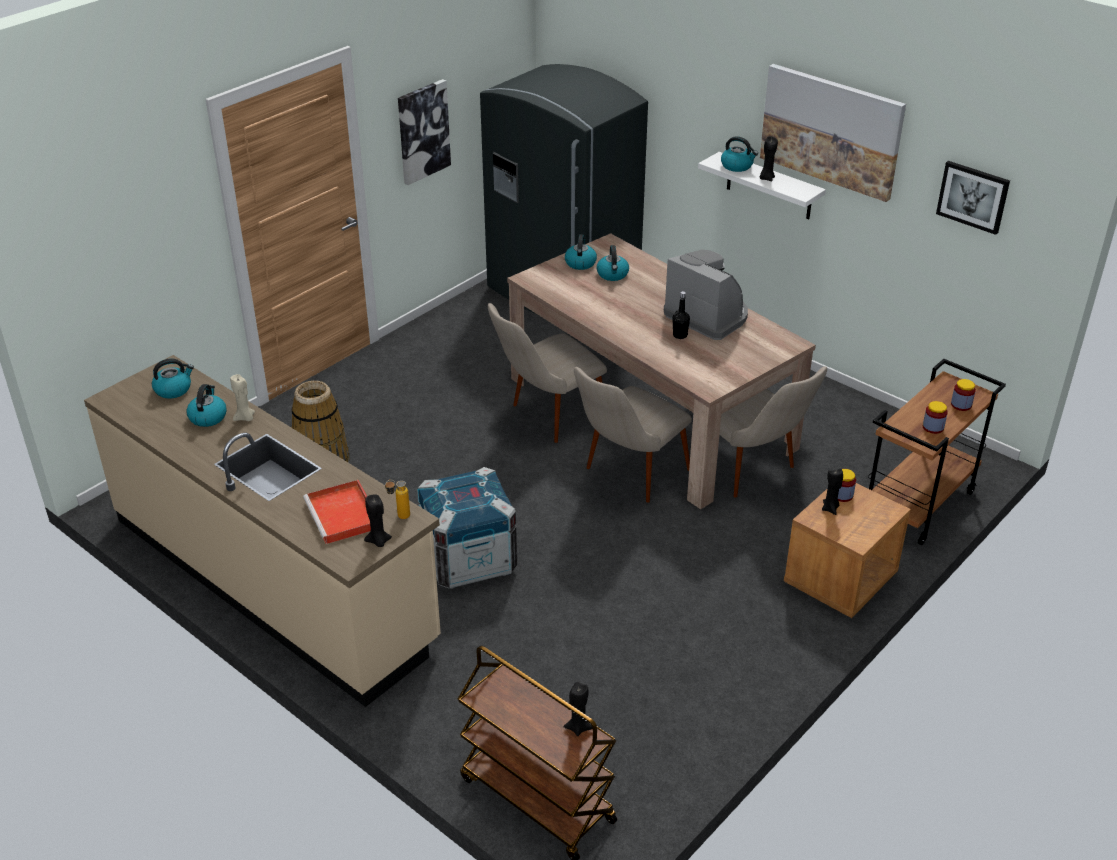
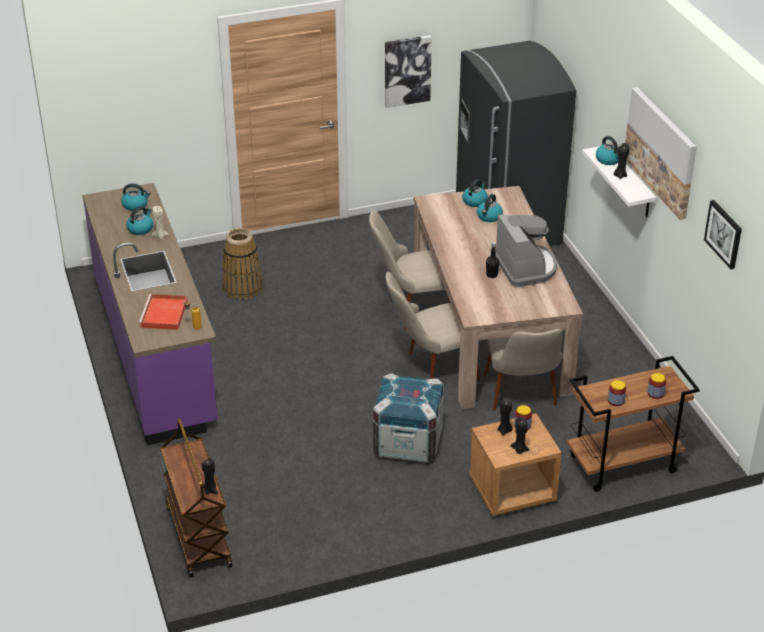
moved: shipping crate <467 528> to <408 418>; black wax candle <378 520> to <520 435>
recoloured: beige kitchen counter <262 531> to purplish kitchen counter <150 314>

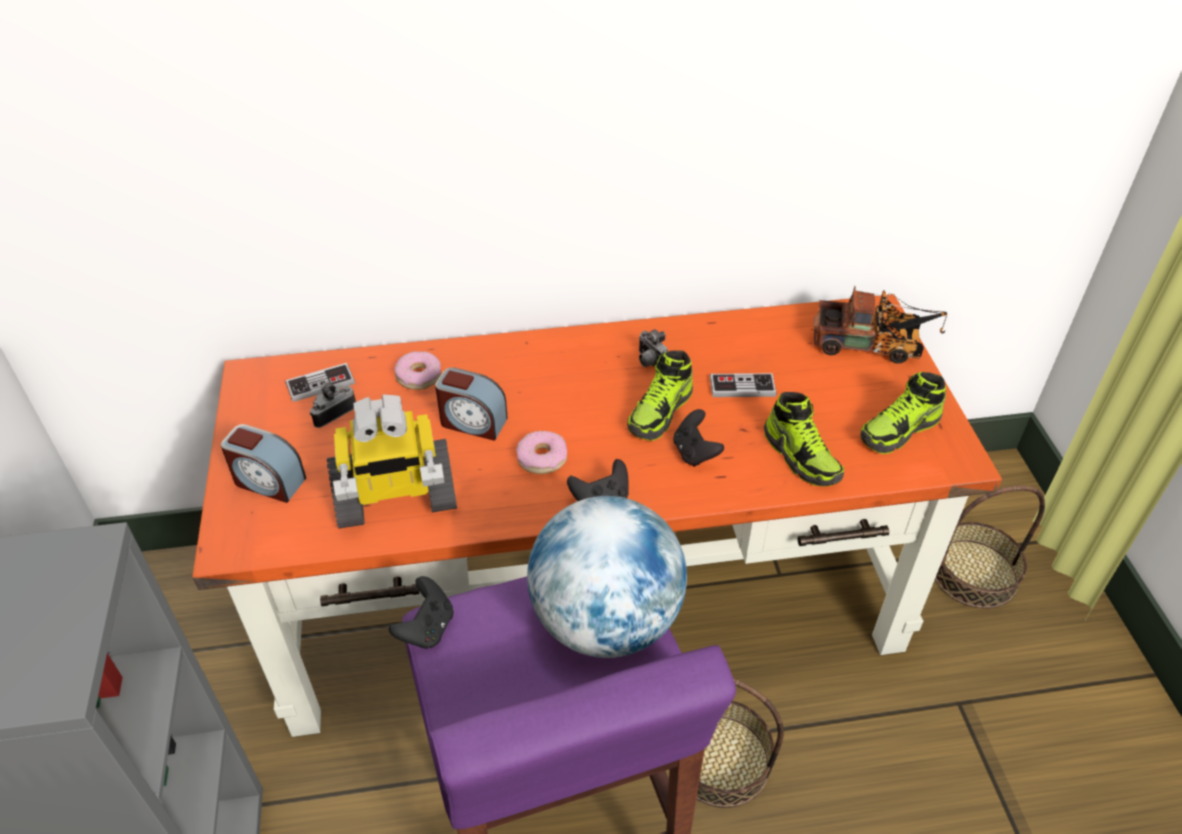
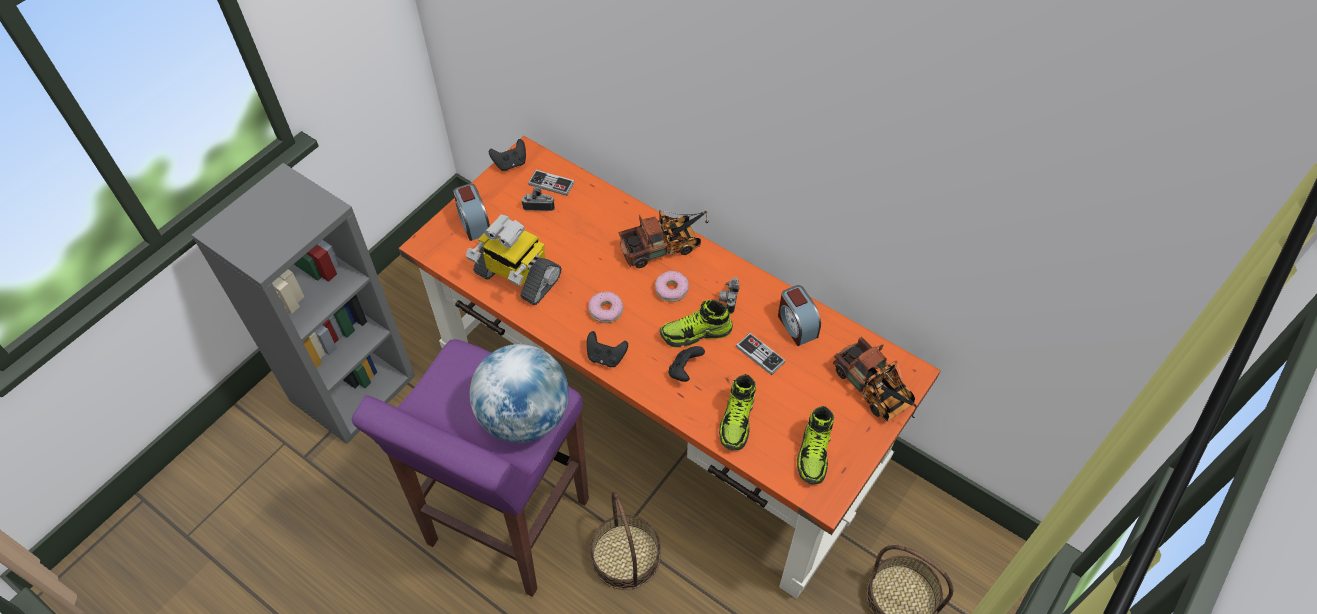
added: toy truck <664 239>
moved: black game controller <421 612> to <507 155>; doughnut <417 370> to <672 286>; table clock <471 404> to <799 315>
turned: item of footwear <903 413> = <815 445> 90 degrees counterclockwise

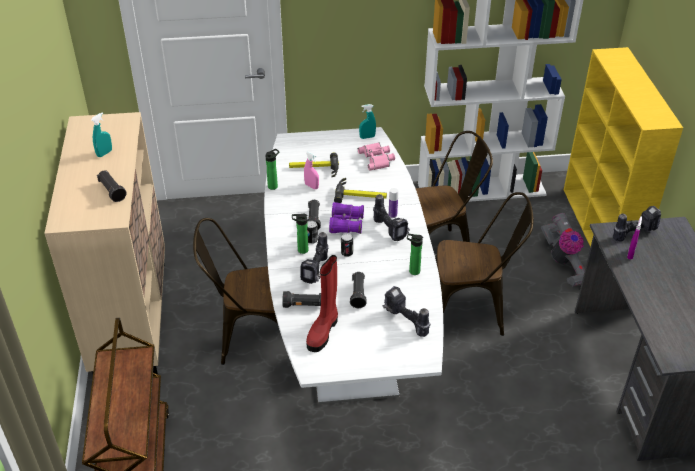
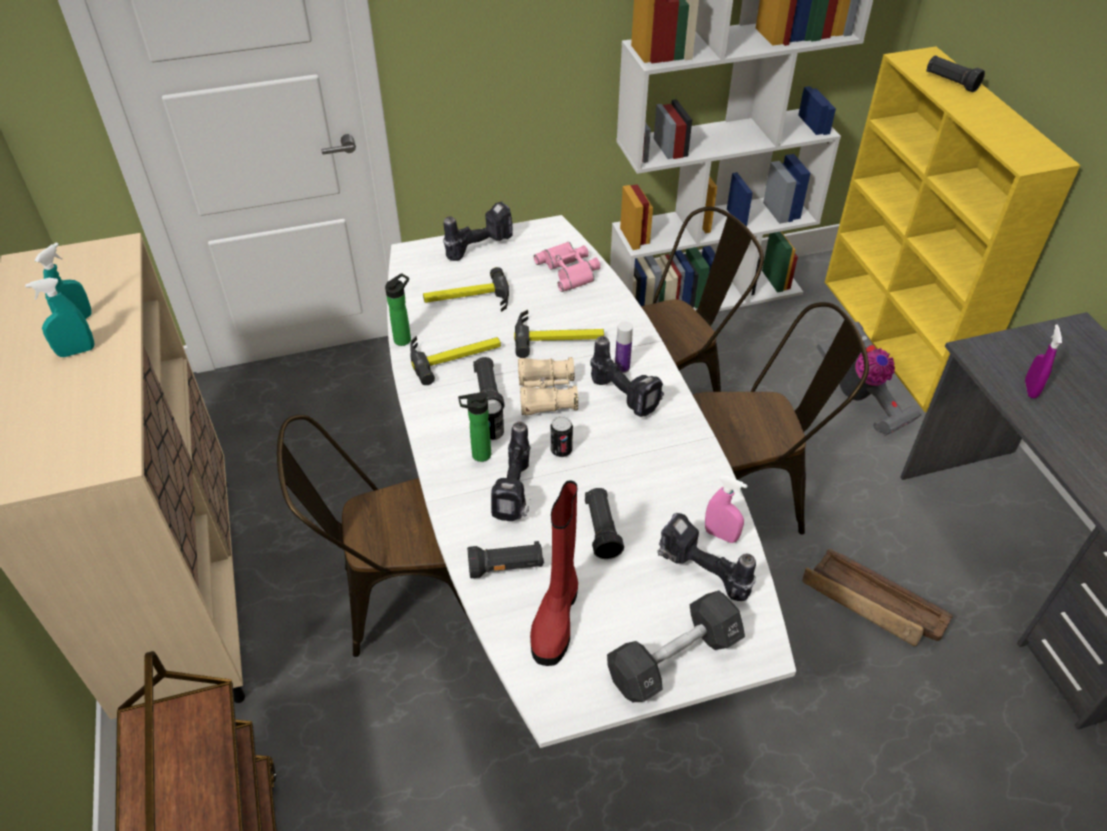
removed: beverage bottle <415 254>
added: hand hammer <455 360>; black free weight <676 646>; shipping crate <877 597>
moved: turquoise spray bottle <367 121> to <59 317>; drill <637 223> to <478 231>; pink-coloured spray bottle <311 170> to <726 509>; black torch <112 186> to <955 73>
recoloured: purplish field glasses <346 218> to beige field glasses <548 386>

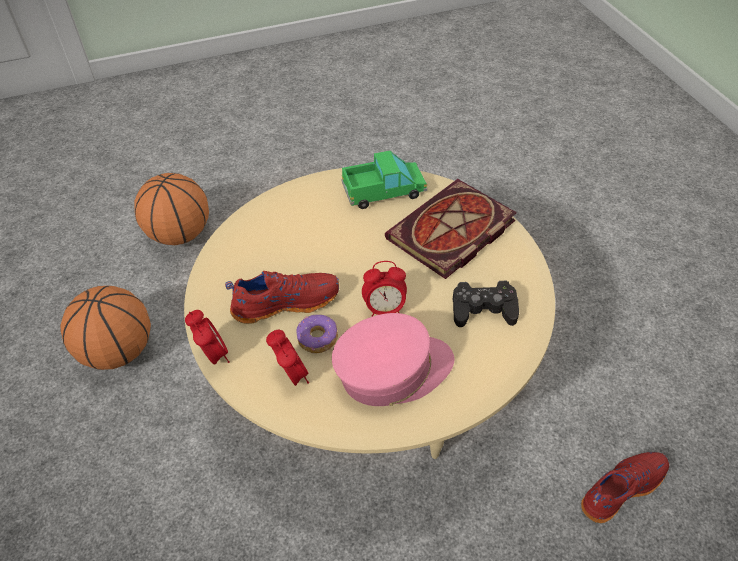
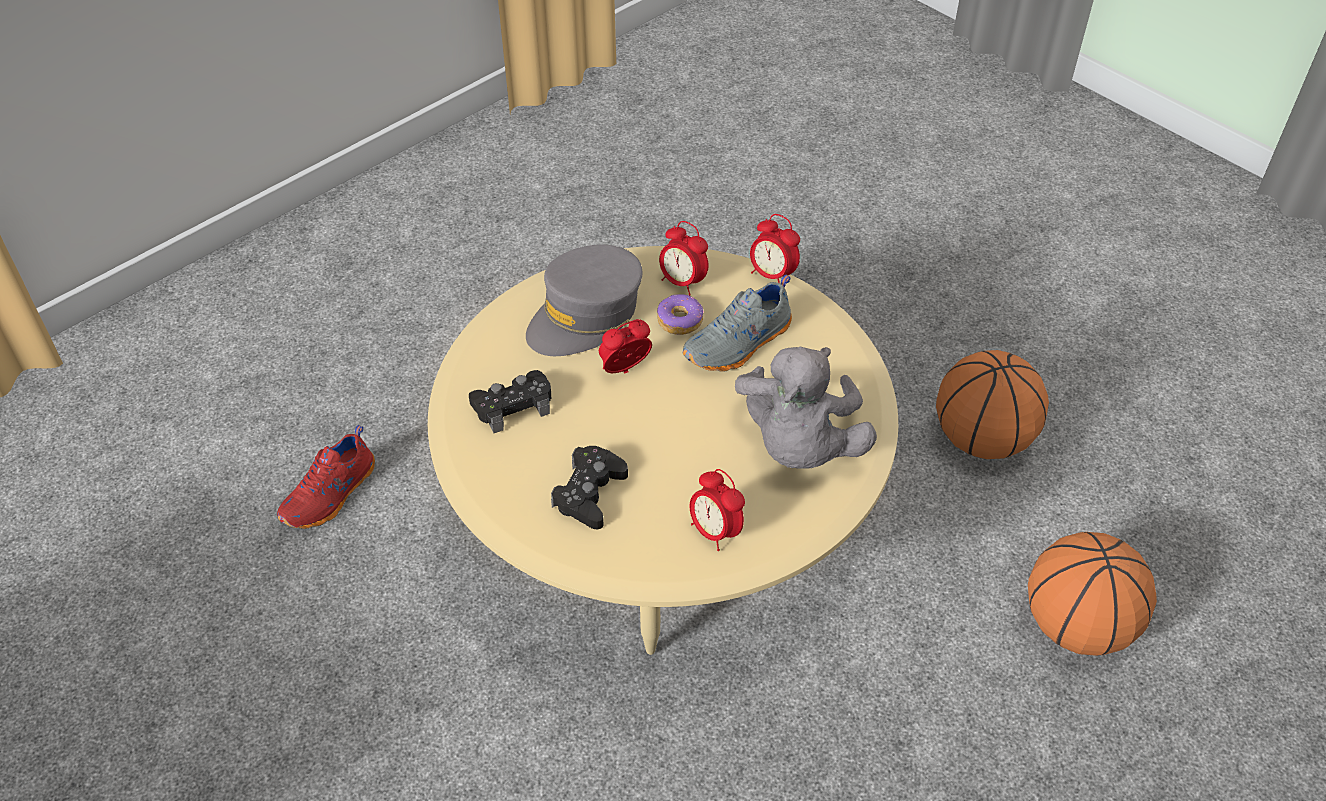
added: gray soft toy <806 408>
replaced: bound book <451 229> to black game controller <589 487>; toy truck <384 179> to table clock <717 510>
recoloured: pink-coloured cap <393 359> to gray cap <584 300>; reddish item of footwear <282 297> to gray item of footwear <737 323>

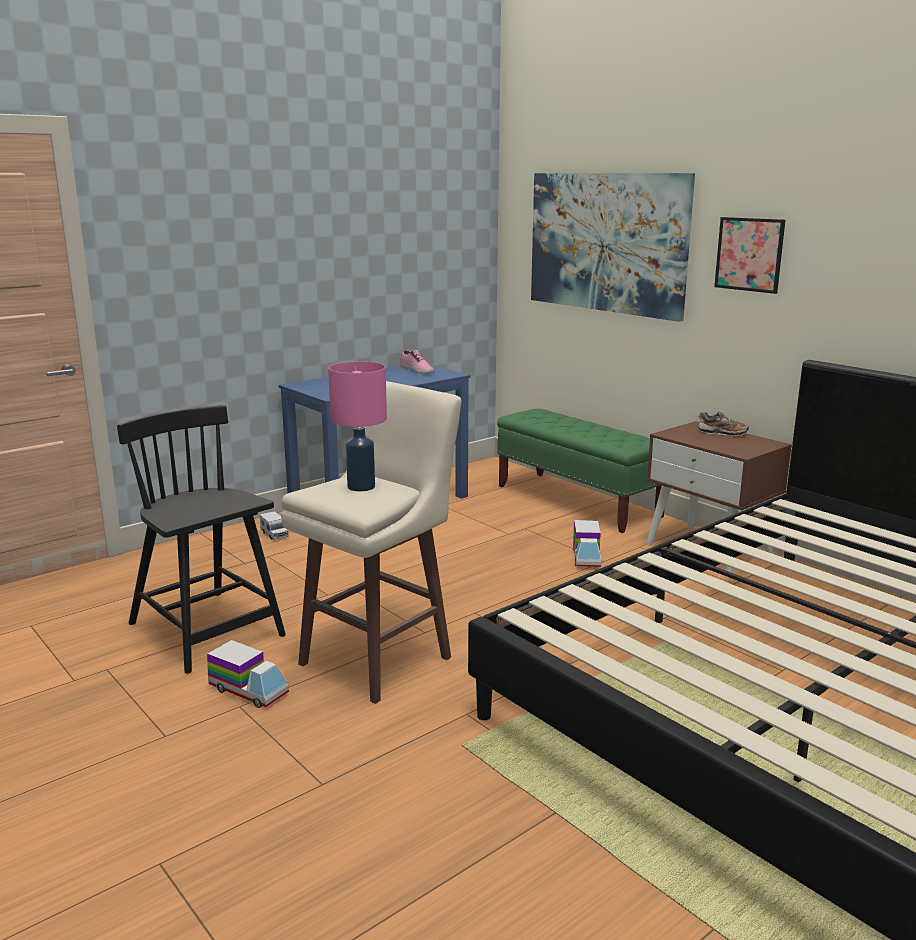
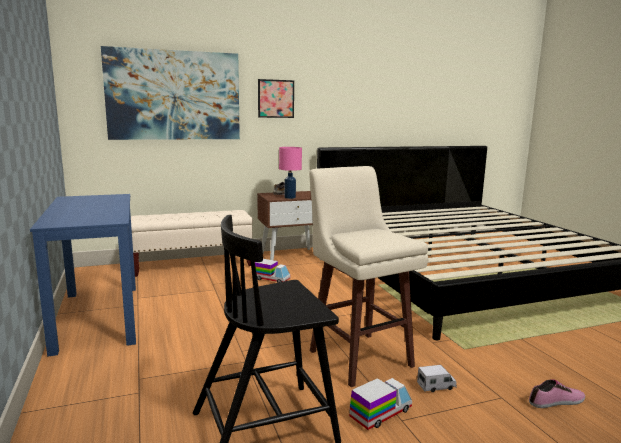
moved: pink-coloured lamp for a table <357 426> to <290 173>; toy truck <274 525> to <437 378>; item of footwear <417 362> to <557 393>
recoloured: green long seat <580 471> to beige long seat <192 243>

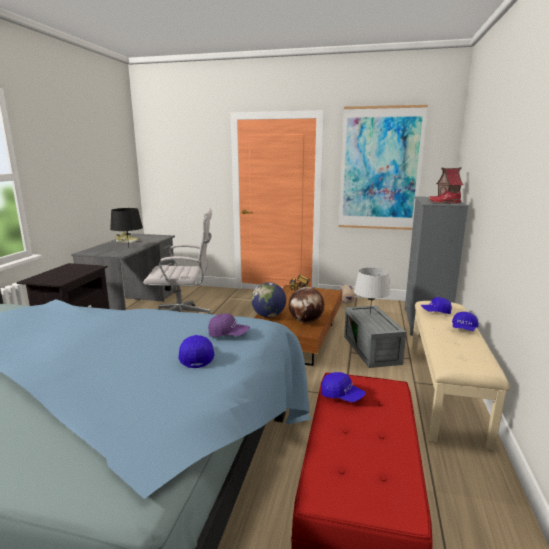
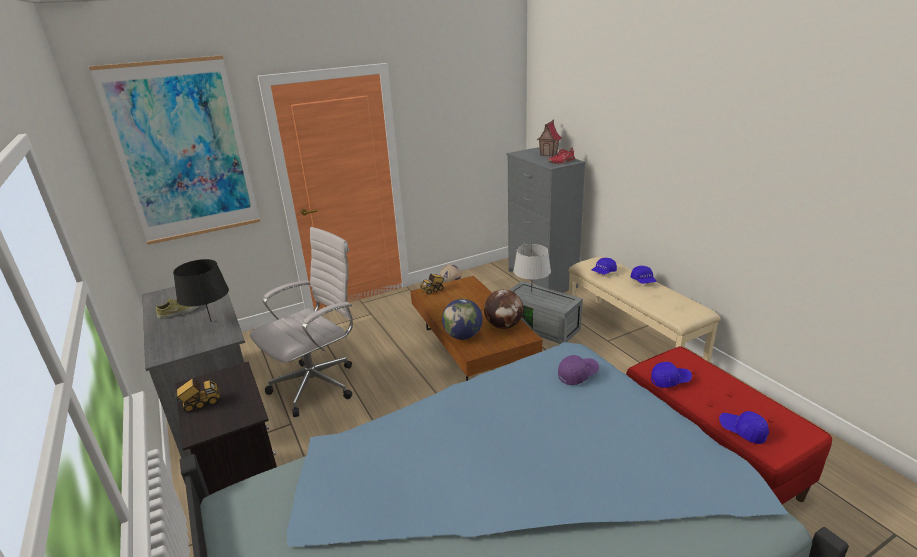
added: toy truck <198 395>
moved: wall art <383 167> to <174 150>; blue-coloured cap <196 351> to <744 427>

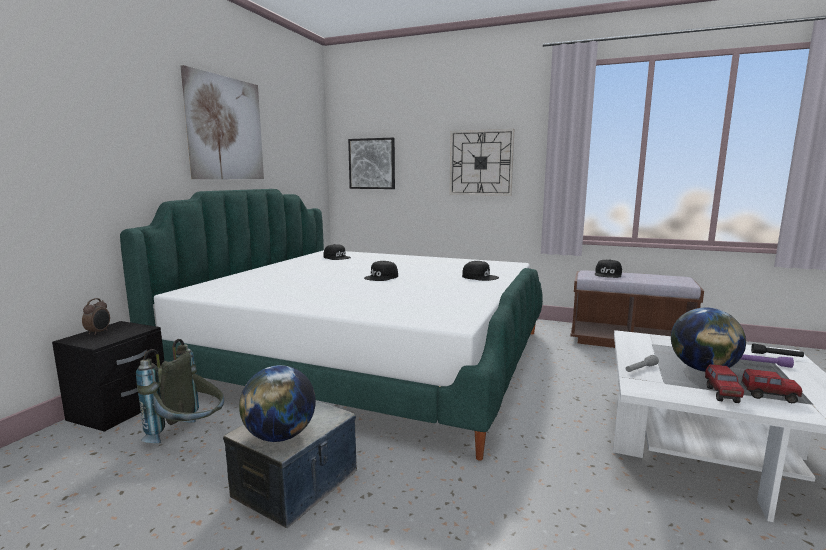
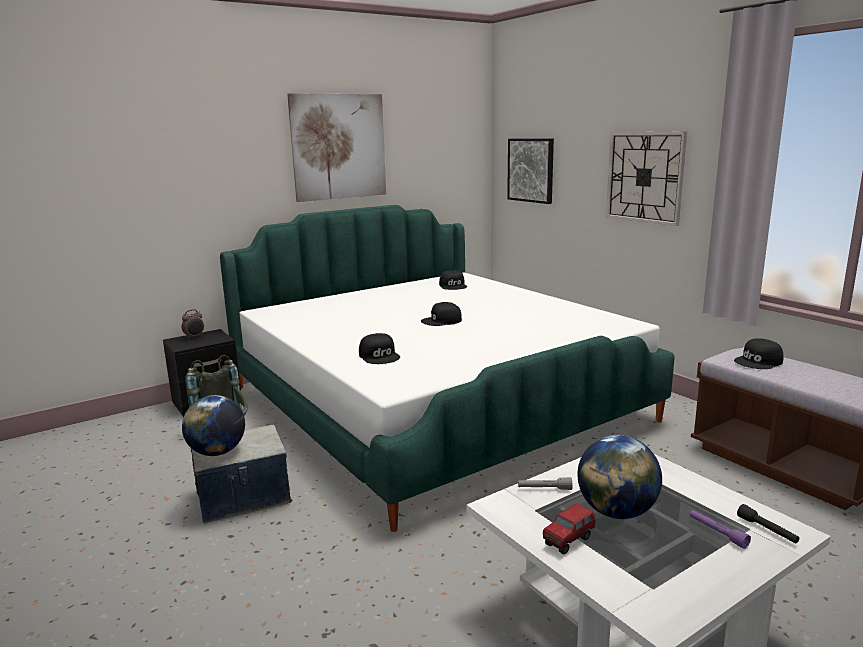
removed: toy truck <771 386>
moved: black cap <480 271> to <379 348>

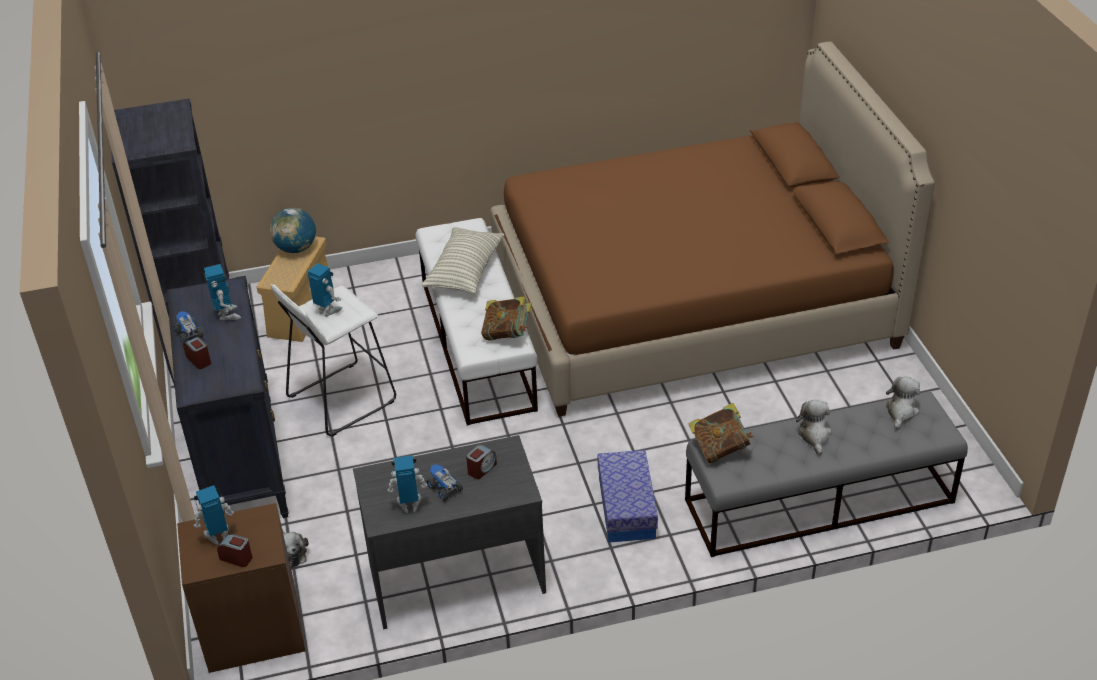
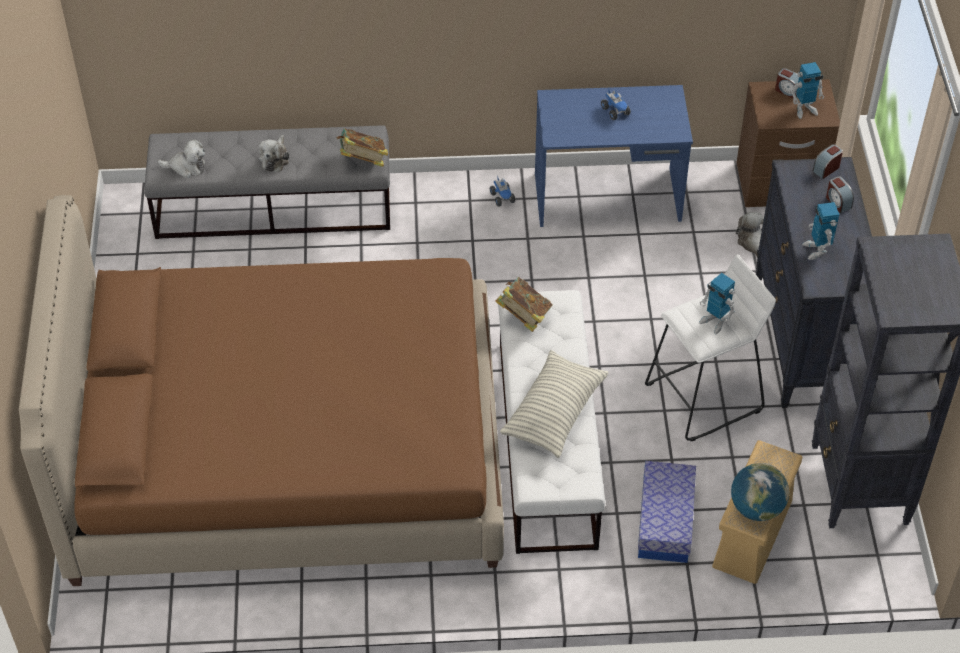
removed: model robot <407 484>
moved: toy truck <189 327> to <502 191>; storage box <628 496> to <667 512>; table clock <481 462> to <828 161>
recoloured: gray desk table <449 532> to blue-coloured desk table <614 156>
turned: soft toy <903 403> = <181 158> 120 degrees counterclockwise

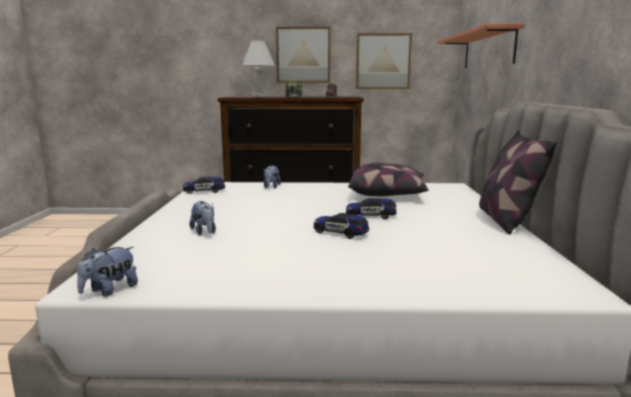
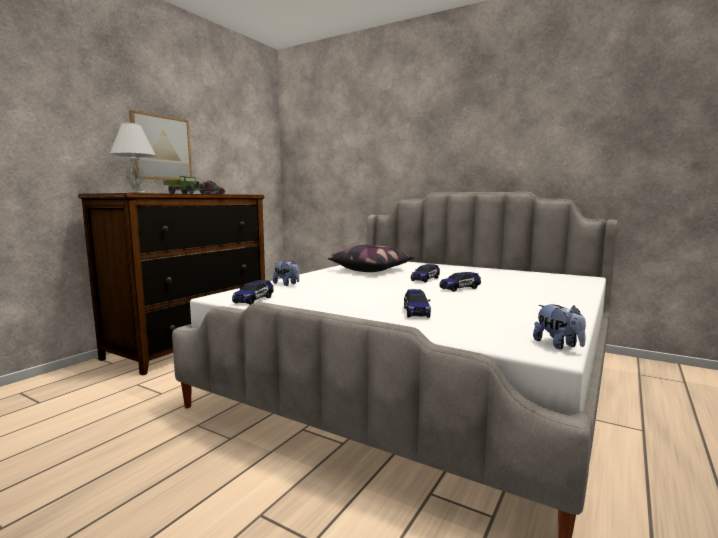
removed: wall art <384 61>; bracket shelf <480 46>; cushion <518 182>
replaced: soft toy <202 218> to toy car <417 303>

